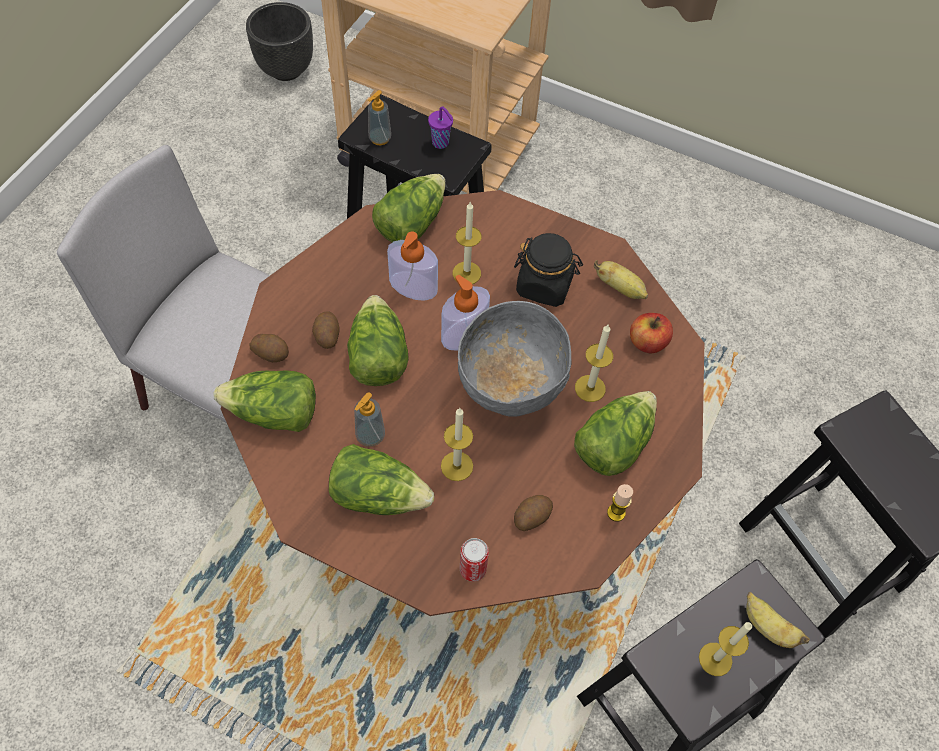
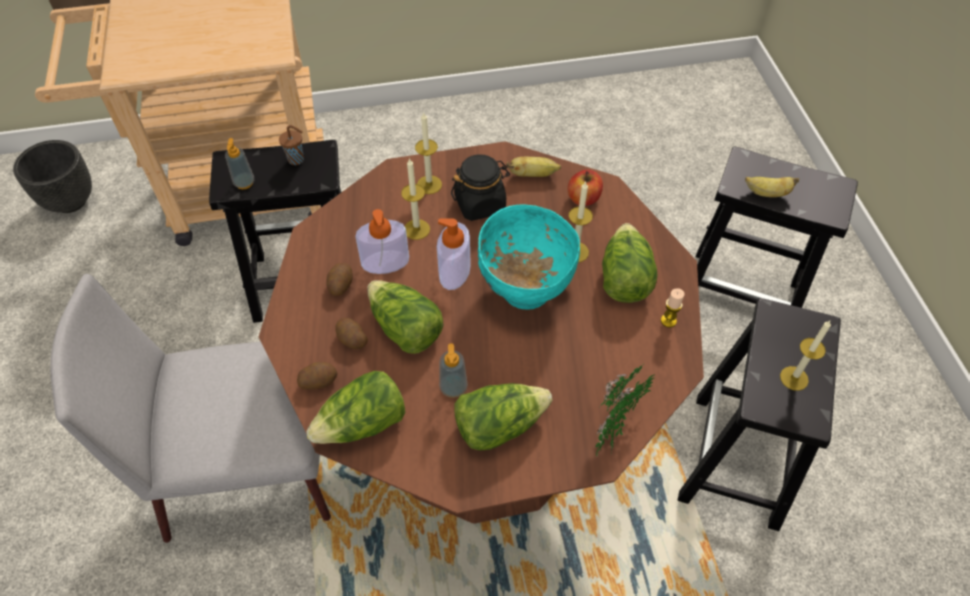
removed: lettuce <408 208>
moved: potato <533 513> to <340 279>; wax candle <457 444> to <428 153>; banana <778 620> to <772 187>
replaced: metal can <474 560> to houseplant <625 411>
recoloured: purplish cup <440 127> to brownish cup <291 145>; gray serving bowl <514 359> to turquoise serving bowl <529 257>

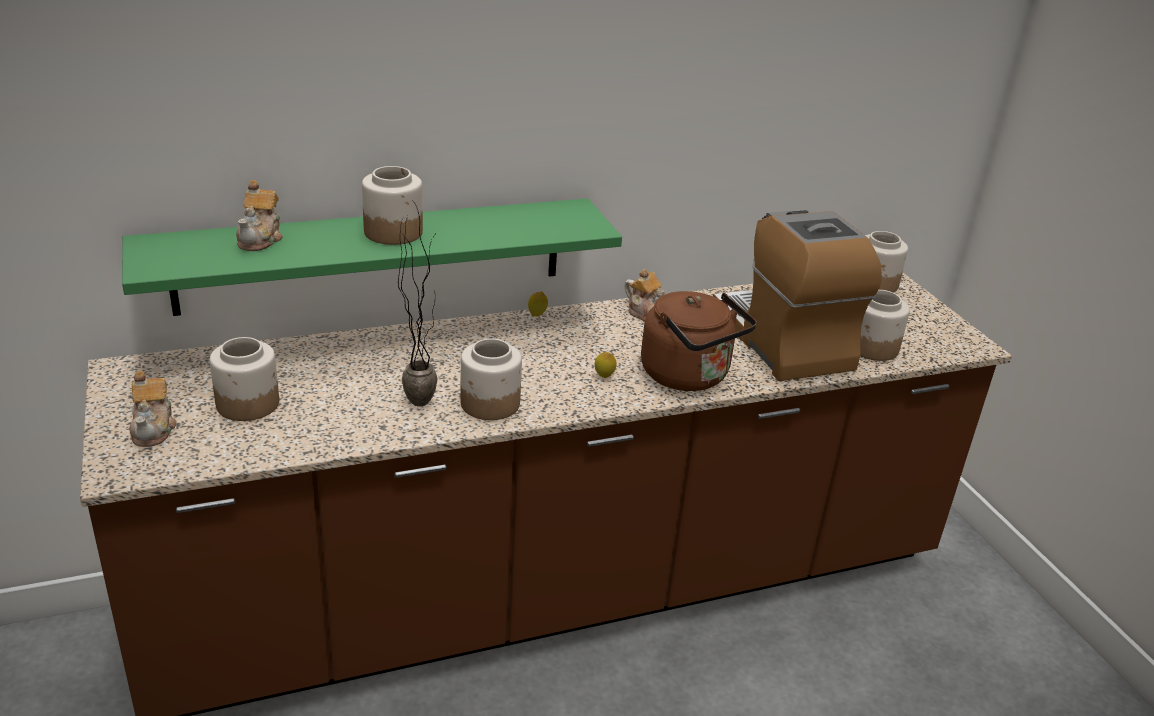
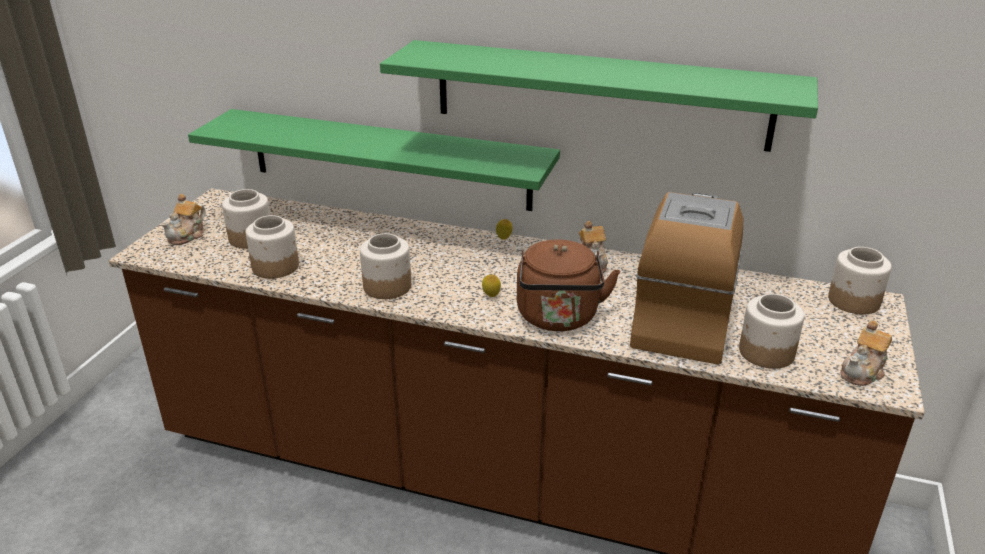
removed: houseplant <417 303>
added: green bracket shelf <599 96>
moved: storage jar <392 205> to <272 247>; teapot <259 215> to <866 353>

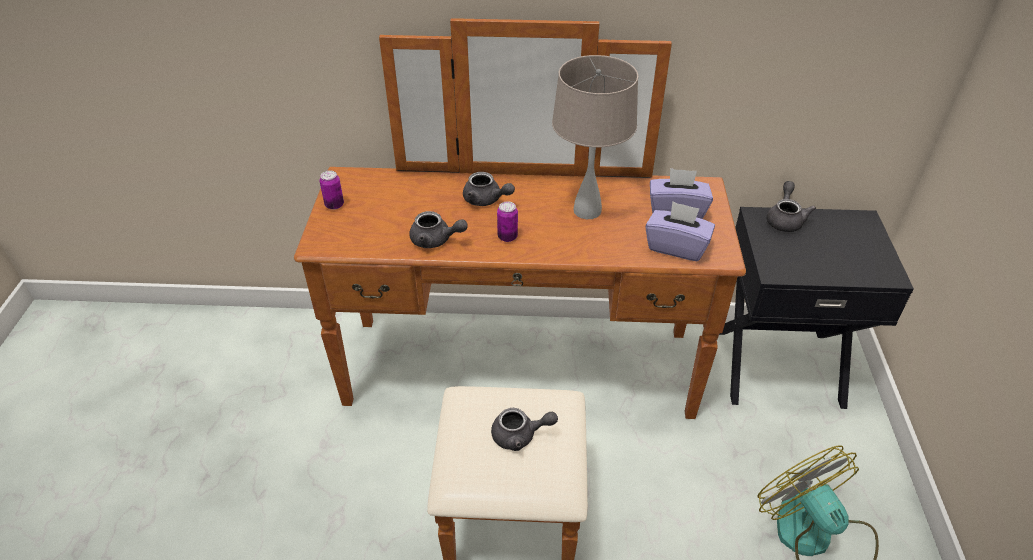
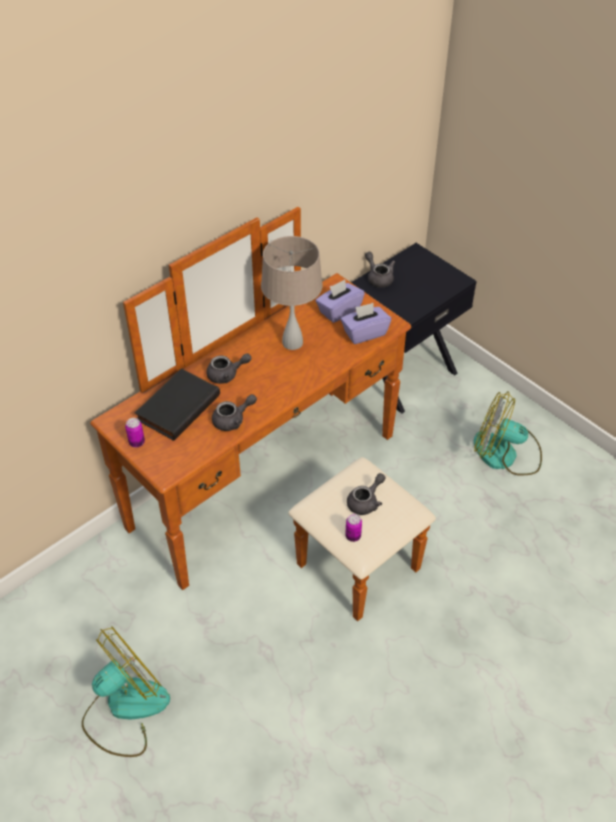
added: cooling fan <126 691>; black bound book <177 404>
moved: metal can <507 221> to <353 528>

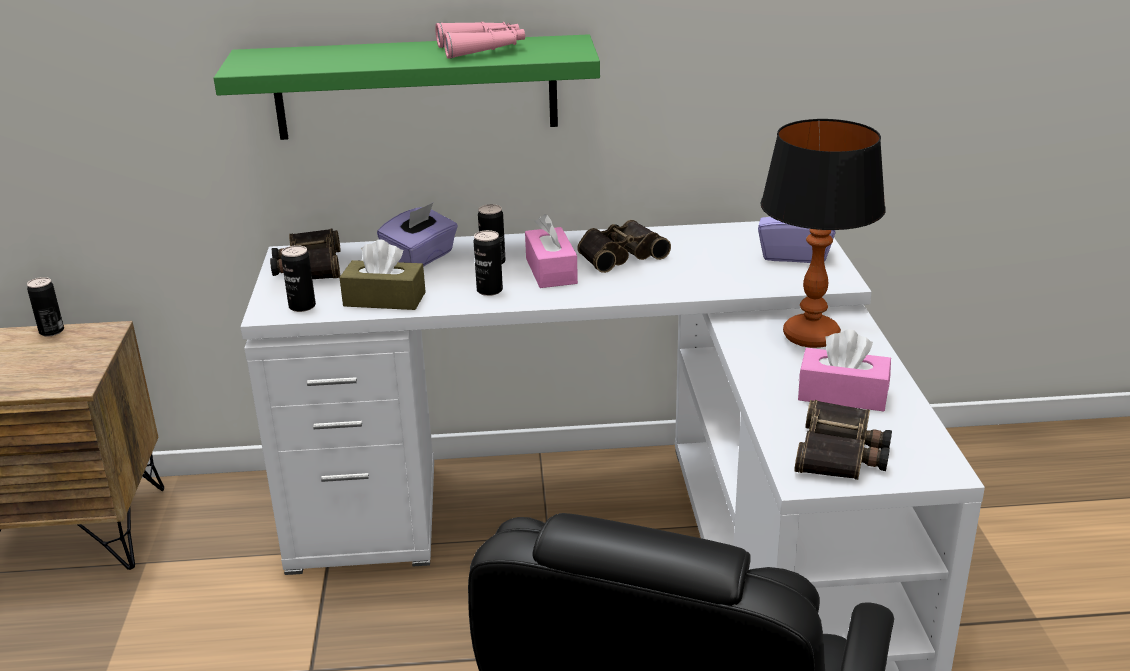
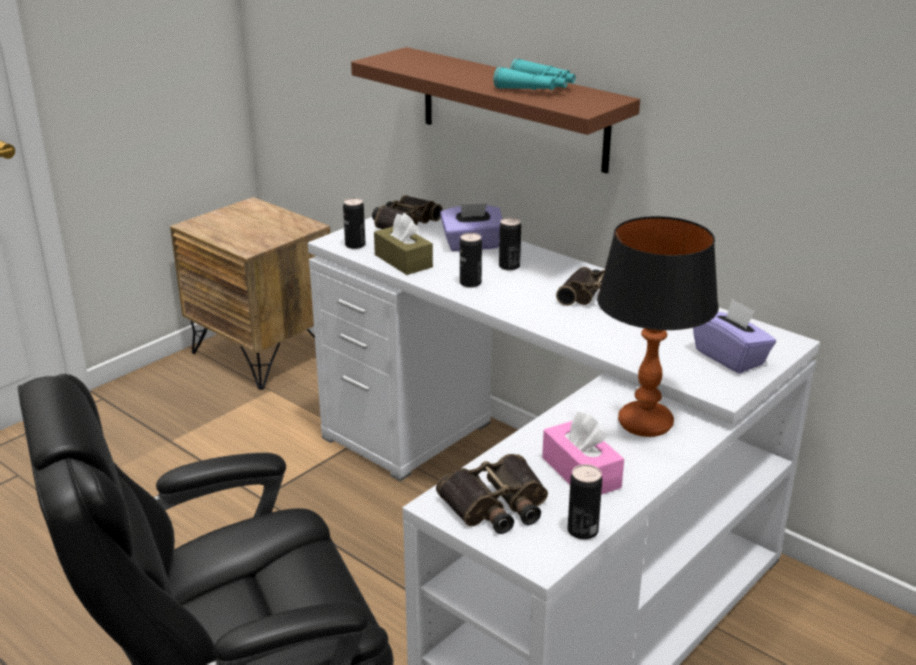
removed: pink-coloured box of tissues <551 251>
moved: metal can <45 306> to <585 502>
recoloured: green bracket shelf <407 87> to brownish bracket shelf <495 110>; pink-coloured field glasses <480 40> to turquoise field glasses <534 74>

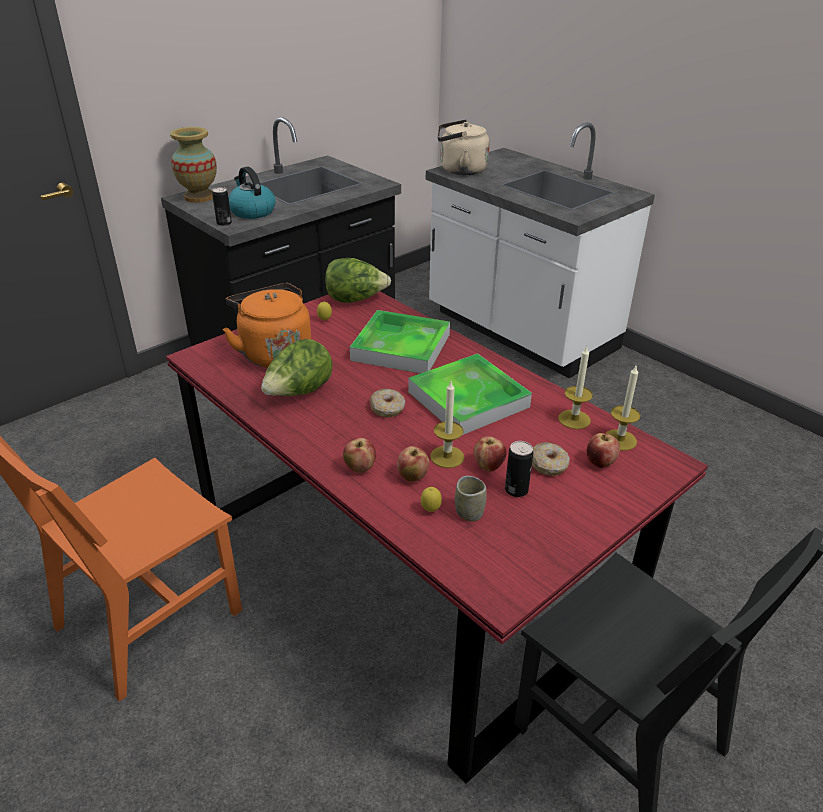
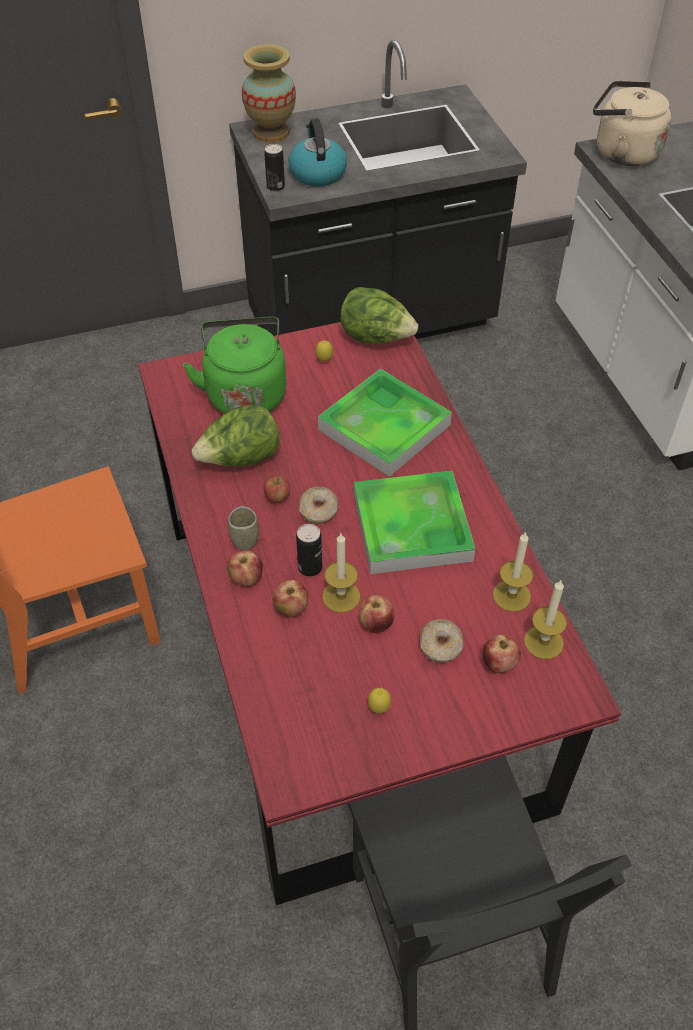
added: whole apple <276 489>
moved: cup <471 499> to <243 528>; metal can <519 469> to <309 550>; lemon <431 499> to <379 701>
recoloured: orangey tea kettle <267 325> to green tea kettle <234 365>

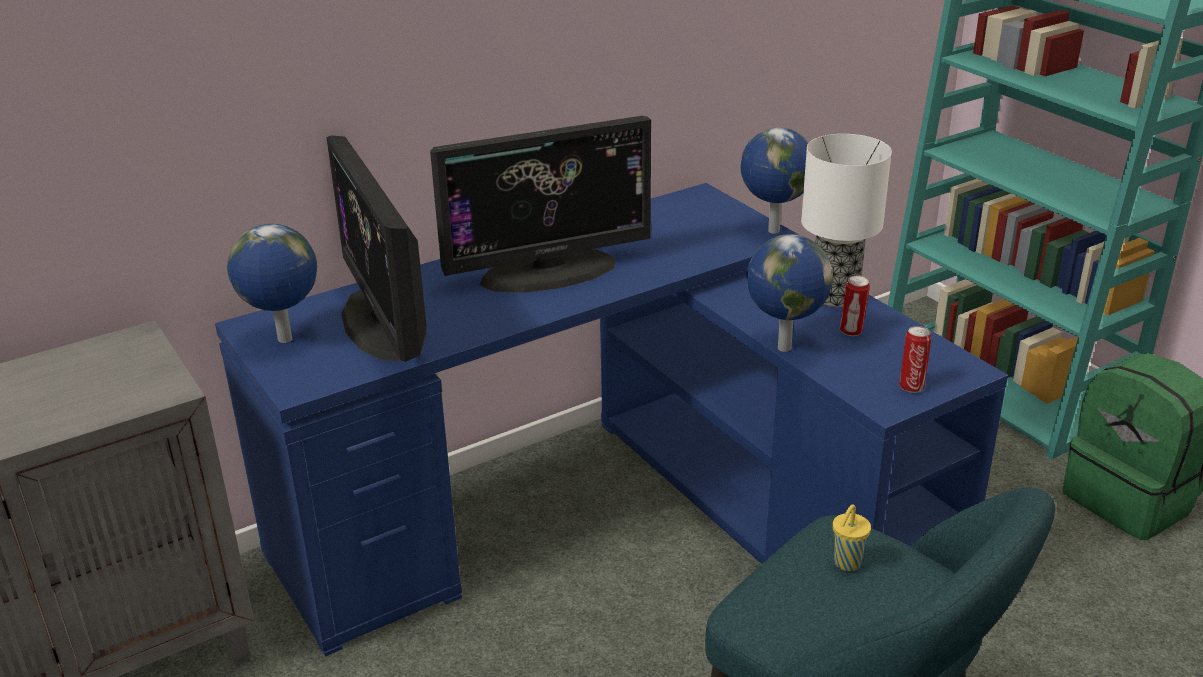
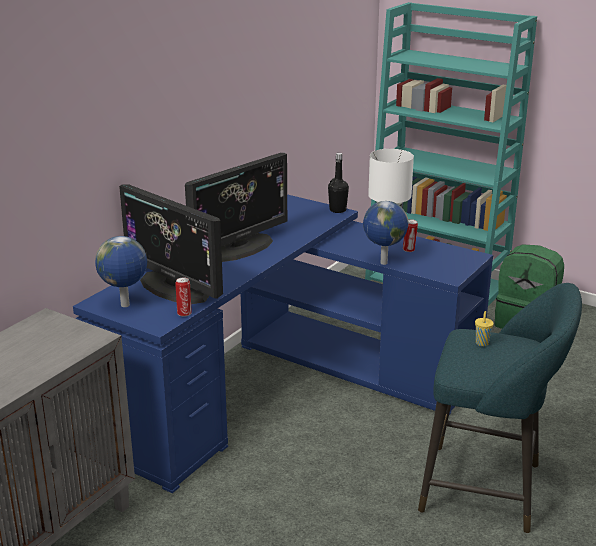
moved: metal can <915 359> to <183 297>
replaced: globe <774 181> to black beverage bottle <338 183>

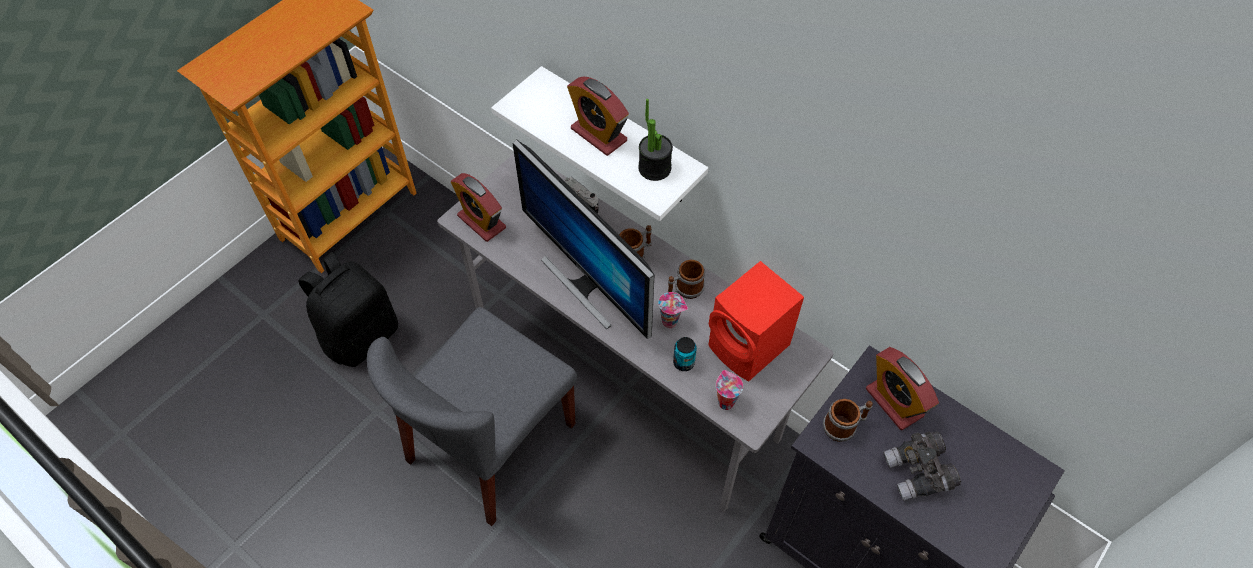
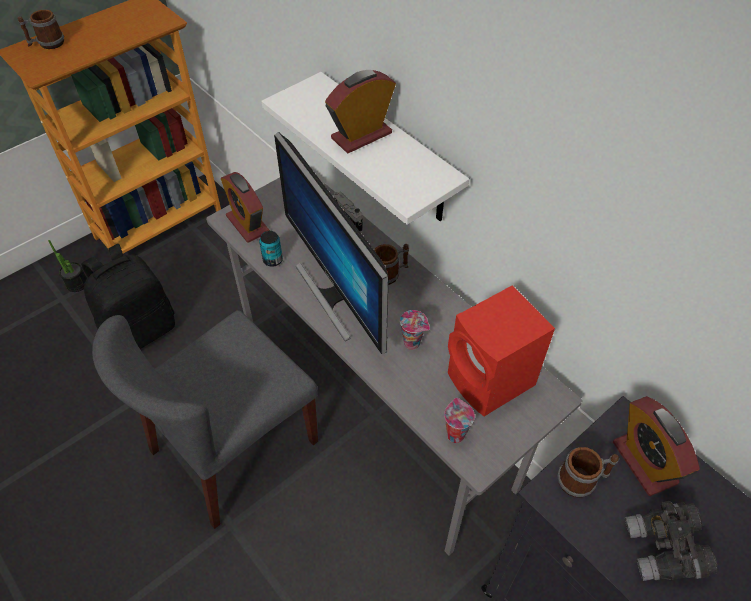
moved: tea mug <686 279> to <41 29>; houseplant <655 140> to <67 266>; metal can <685 354> to <271 249>
turned: table clock <598 116> = <360 111> 90 degrees clockwise

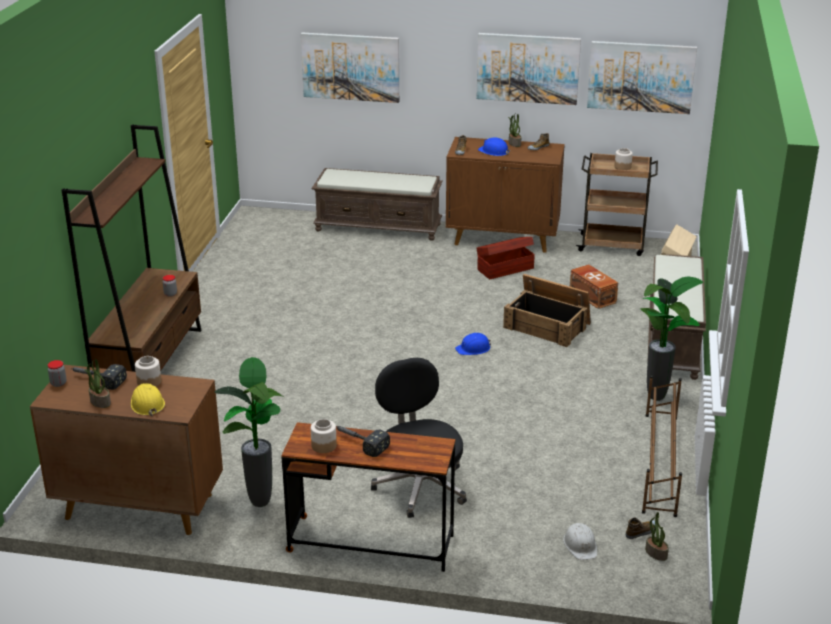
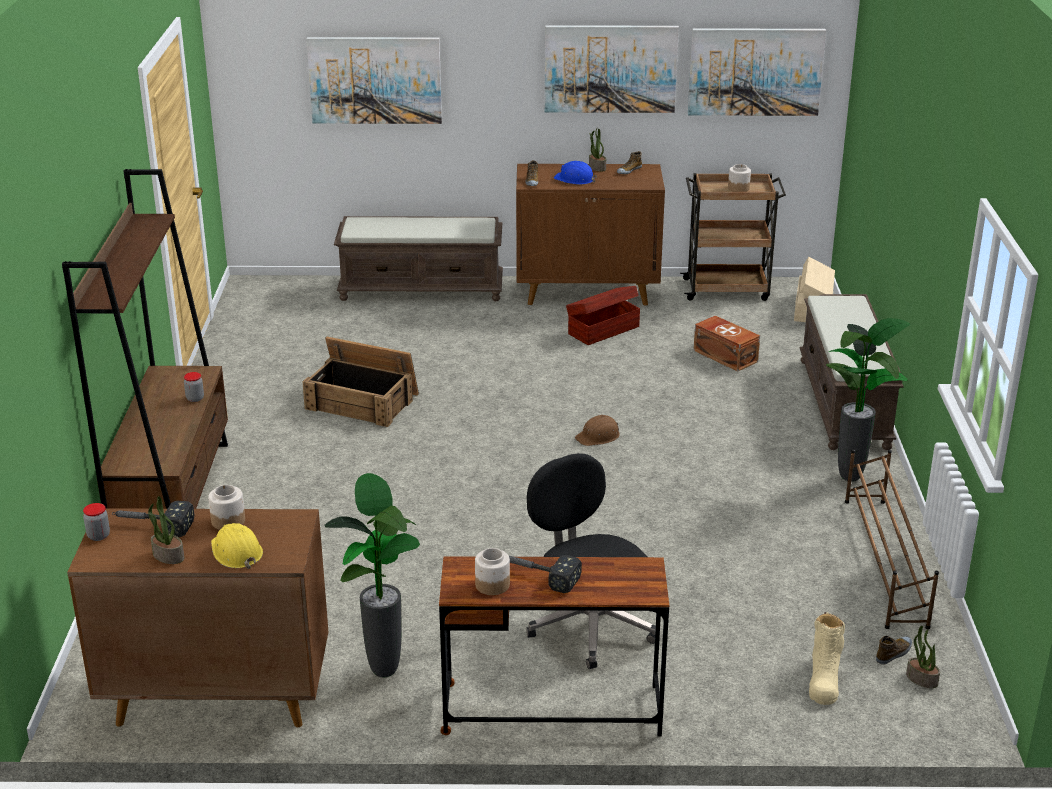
moved: shipping crate <547 310> to <360 381>
replaced: white-coloured safety helmet <580 541> to beige tall boot <827 658>
recoloured: blue-coloured safety helmet <473 344> to brownish safety helmet <597 430>

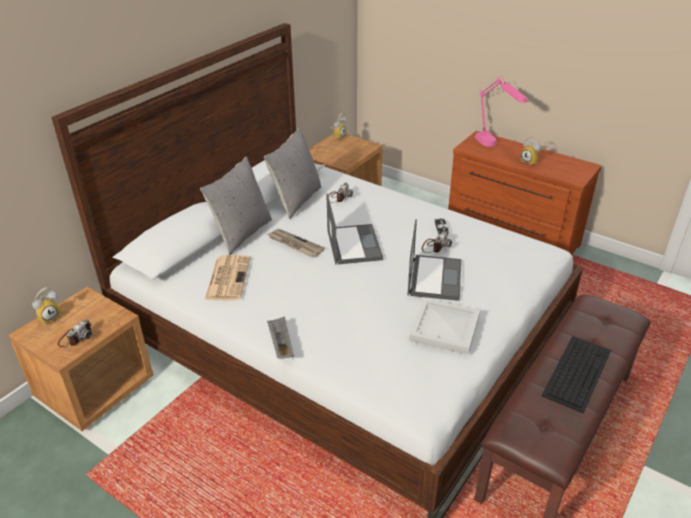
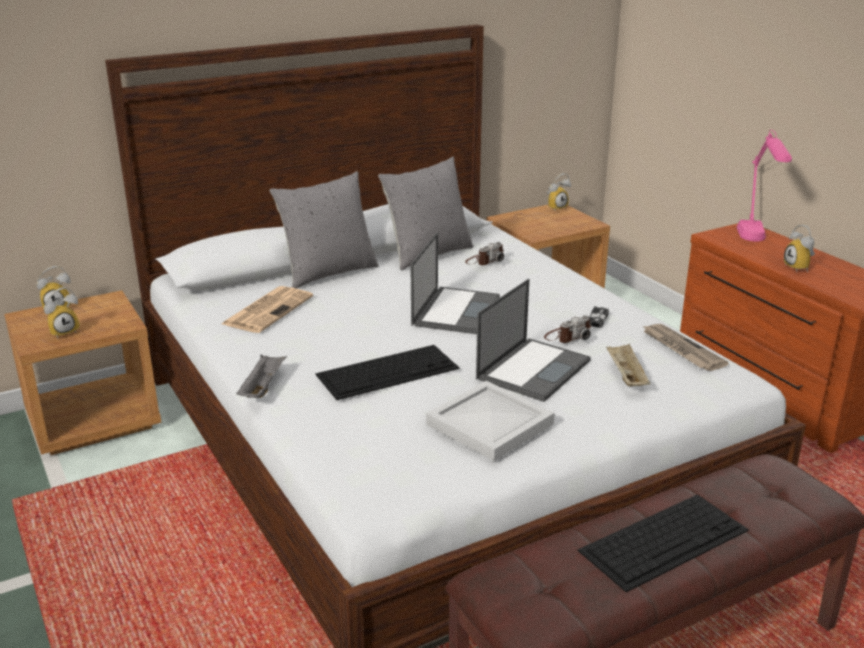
added: computer keyboard <387 372>; beige tray <628 365>
moved: daily paper <296 243> to <686 347>
replaced: photo camera <75 333> to table clock <62 312>

